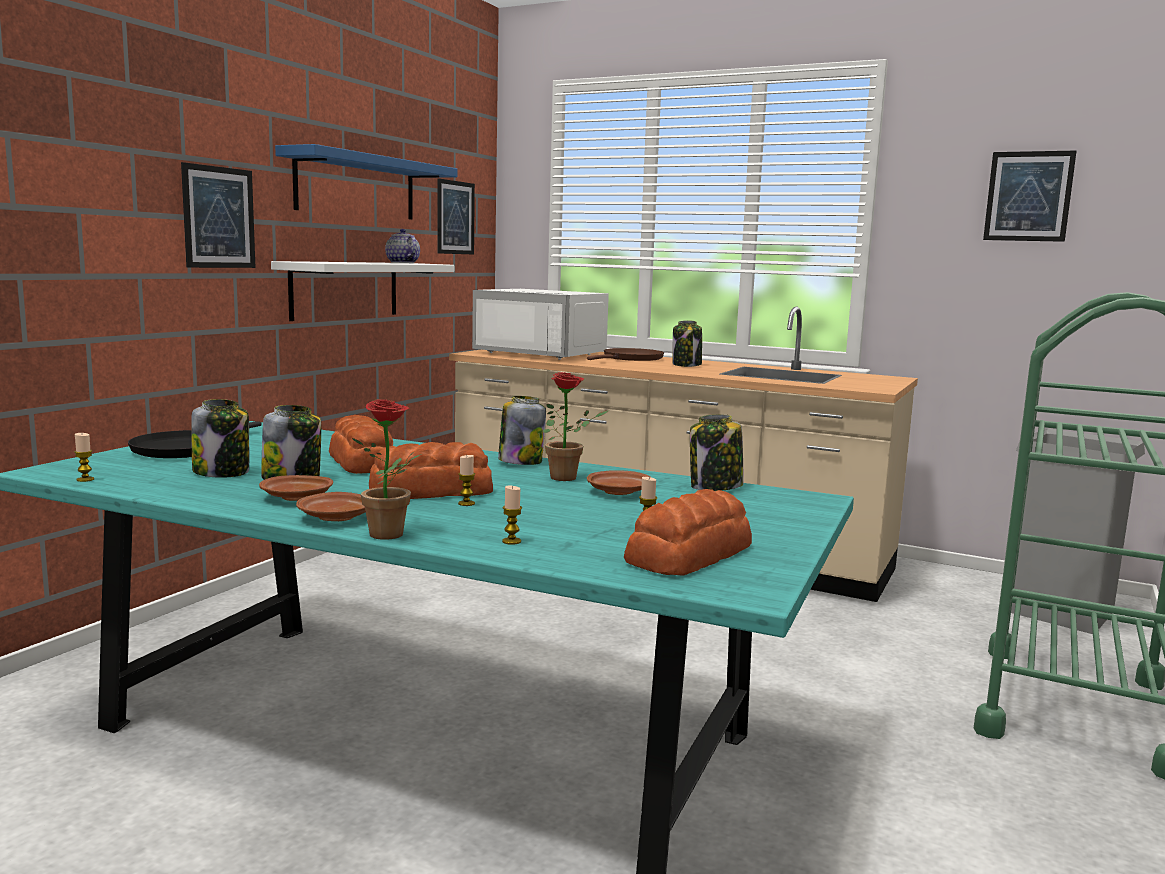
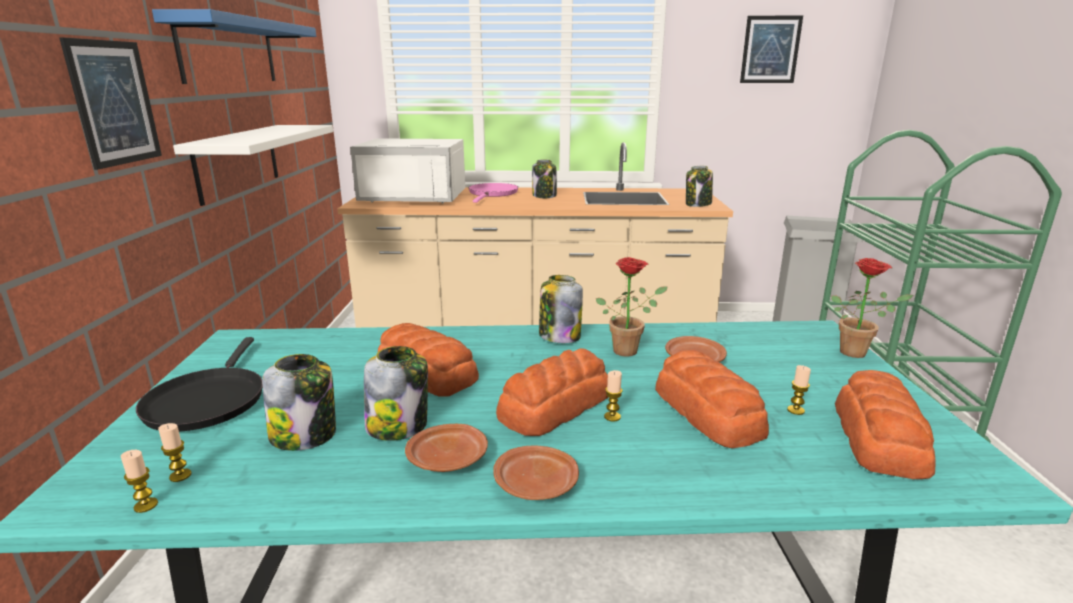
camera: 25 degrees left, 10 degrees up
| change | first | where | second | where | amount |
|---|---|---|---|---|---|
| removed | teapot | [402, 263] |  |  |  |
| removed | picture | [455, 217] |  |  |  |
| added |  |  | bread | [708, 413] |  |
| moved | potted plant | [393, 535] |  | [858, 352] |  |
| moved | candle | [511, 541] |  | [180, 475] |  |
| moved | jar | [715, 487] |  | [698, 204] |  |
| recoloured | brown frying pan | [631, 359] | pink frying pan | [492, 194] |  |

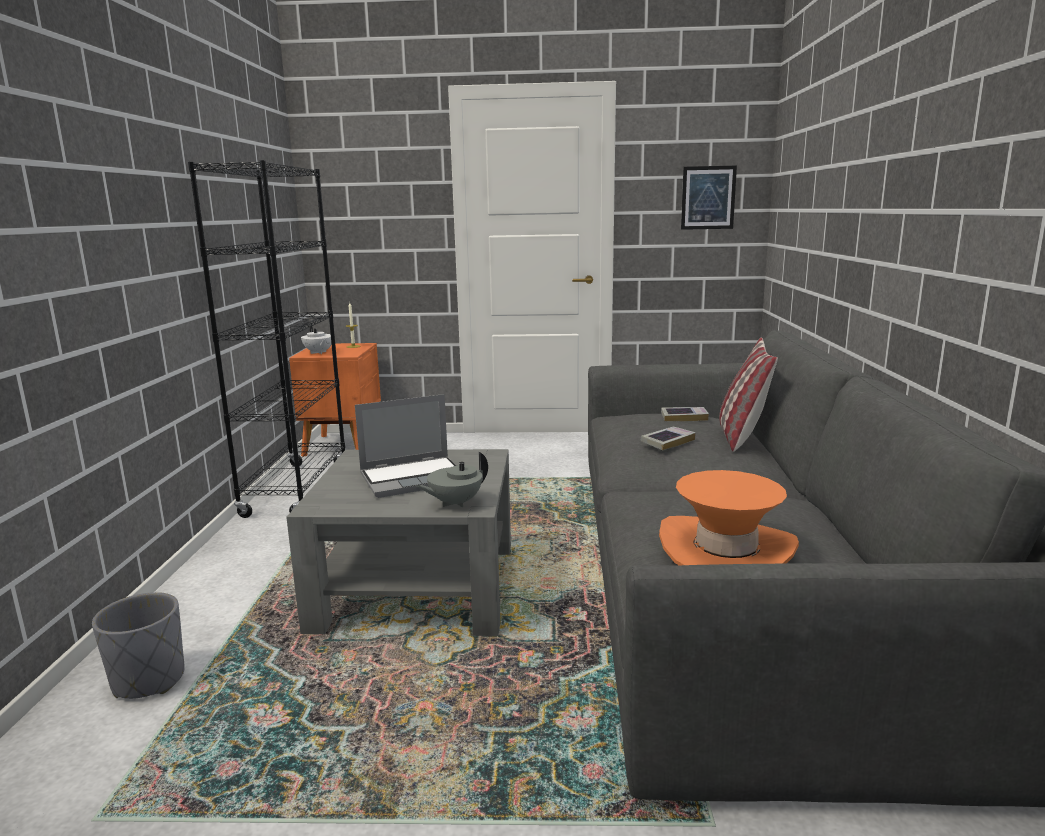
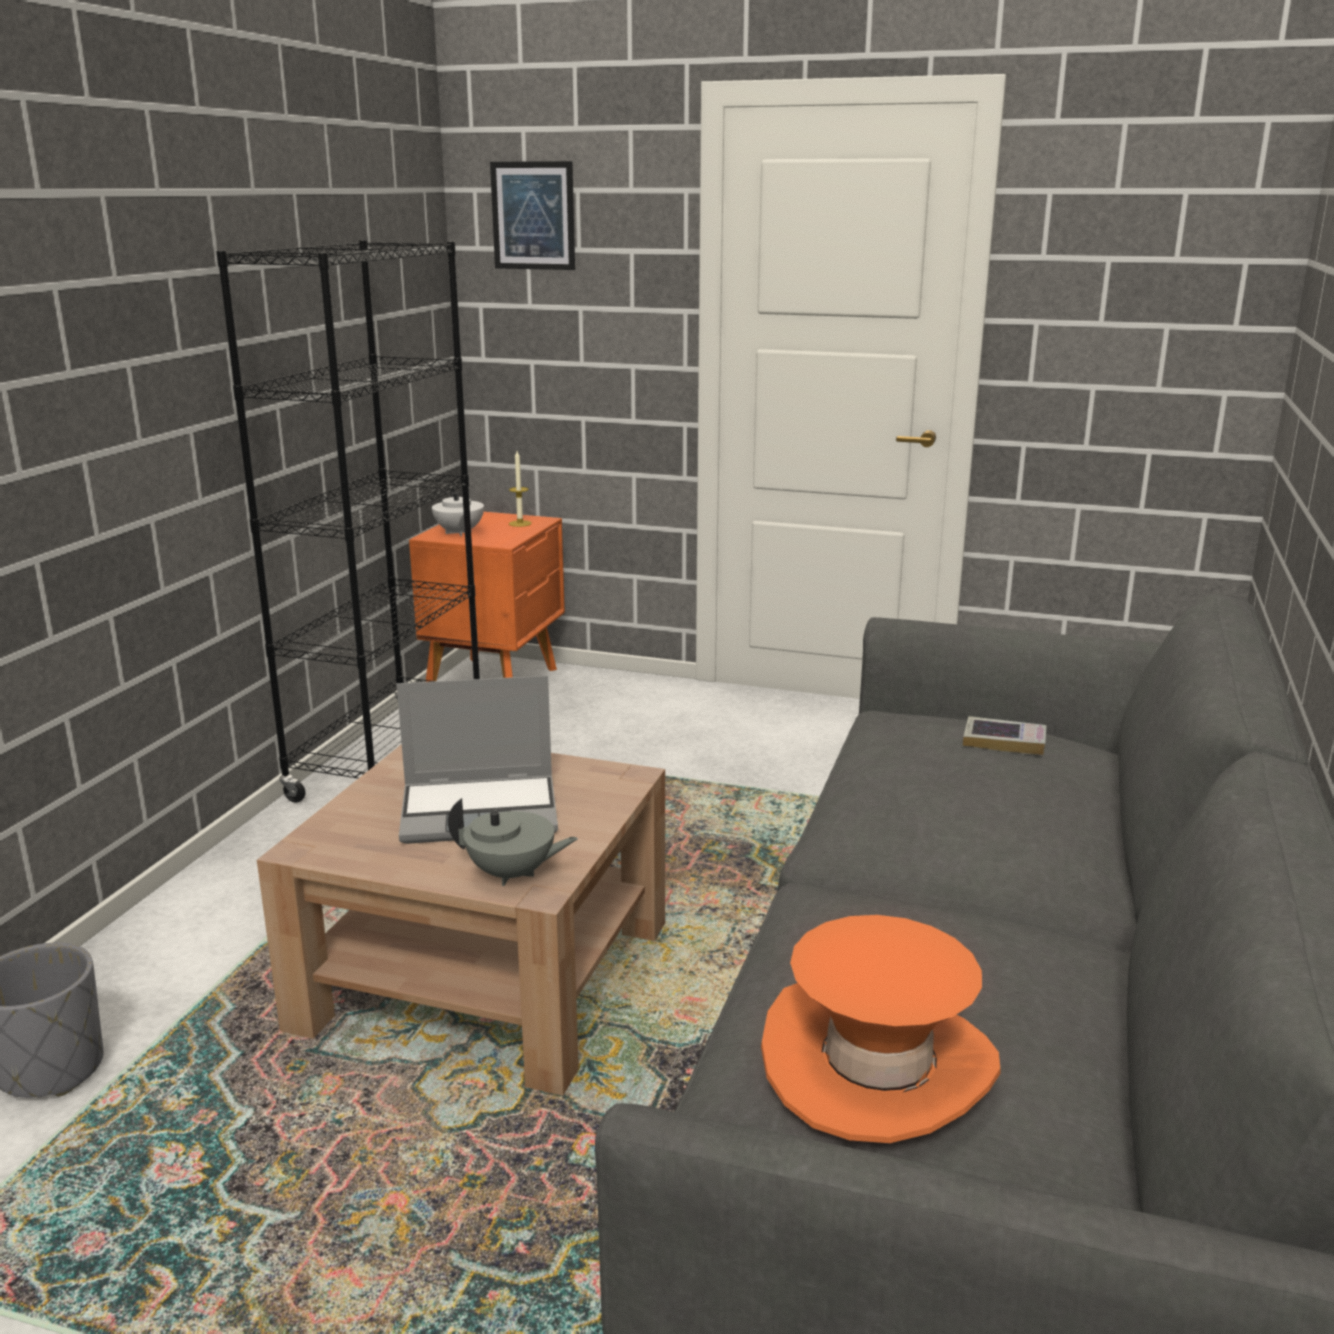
camera: 15 degrees right, 5 degrees up
| change | first | where | second | where | amount |
|---|---|---|---|---|---|
| removed | book | [667, 442] |  |  |  |
| removed | pillow | [741, 436] |  |  |  |
| moved | picture | [708, 198] |  | [533, 216] |  |
| recoloured | grey coffee table | [417, 585] | brown coffee table | [485, 974] |  |
| turned | grey teapot | [454, 503] |  | [512, 874] | 150 degrees counterclockwise |

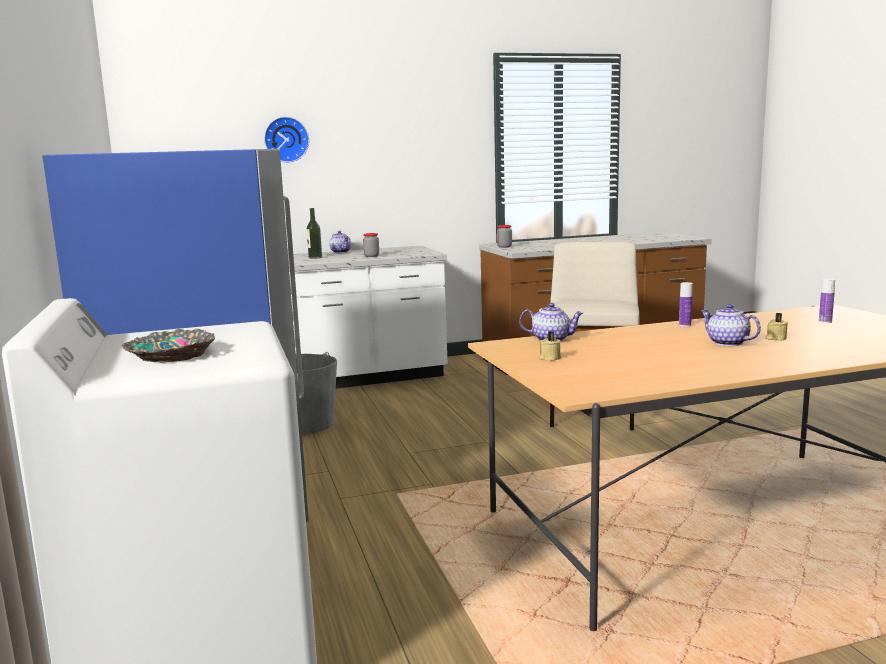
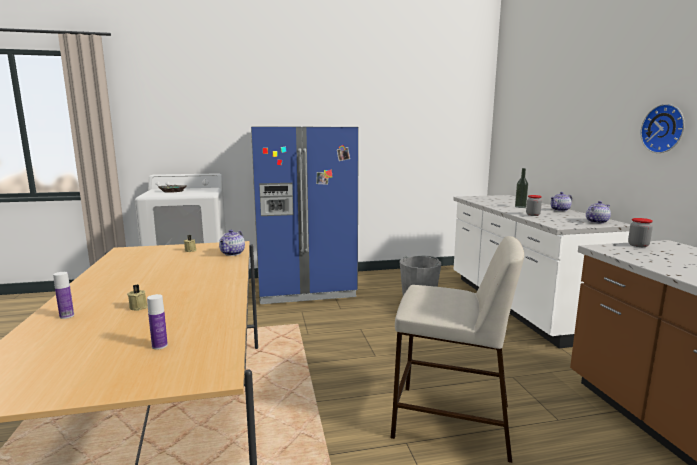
camera: 95 degrees right, 0 degrees up
| change | first | where | second | where | amount |
|---|---|---|---|---|---|
| moved | wall clock | [286, 139] |  | [664, 128] |  |
| moved | bottle | [684, 325] |  | [67, 316] |  |
| moved | teapot | [726, 343] |  | [596, 222] |  |

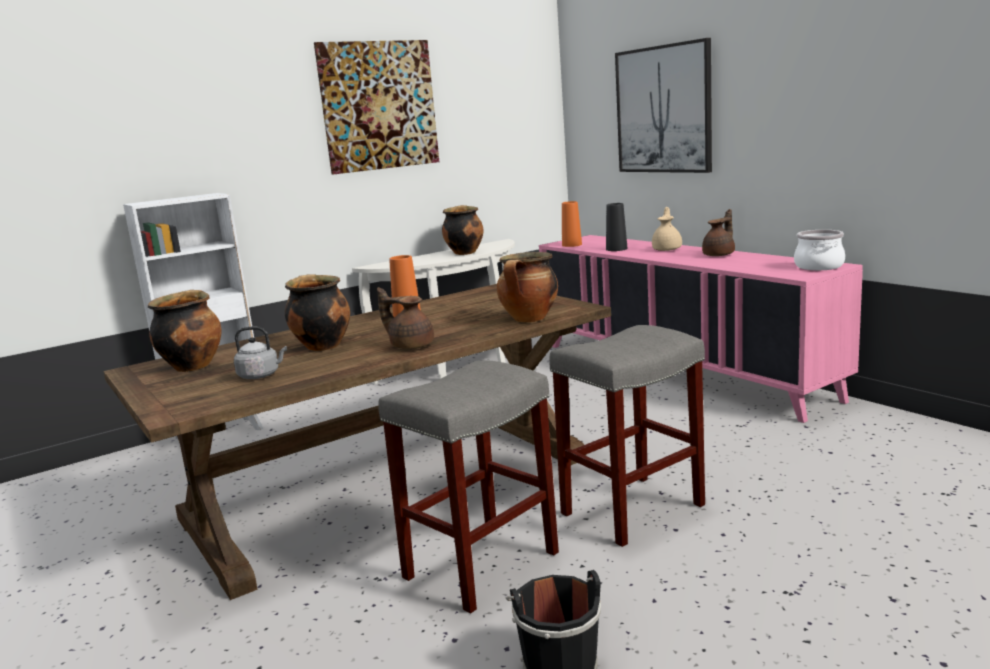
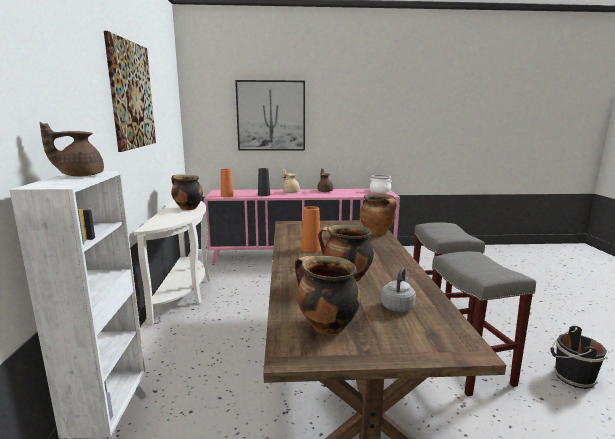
camera: 60 degrees left, 0 degrees up
| change | first | where | second | where | amount |
|---|---|---|---|---|---|
| moved | brown teapot | [410, 346] |  | [80, 175] |  |

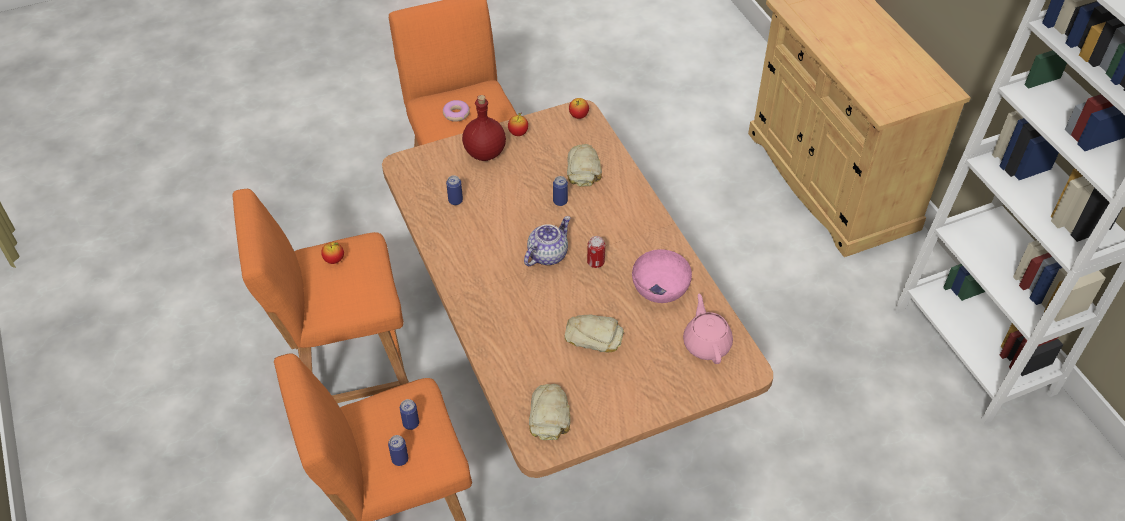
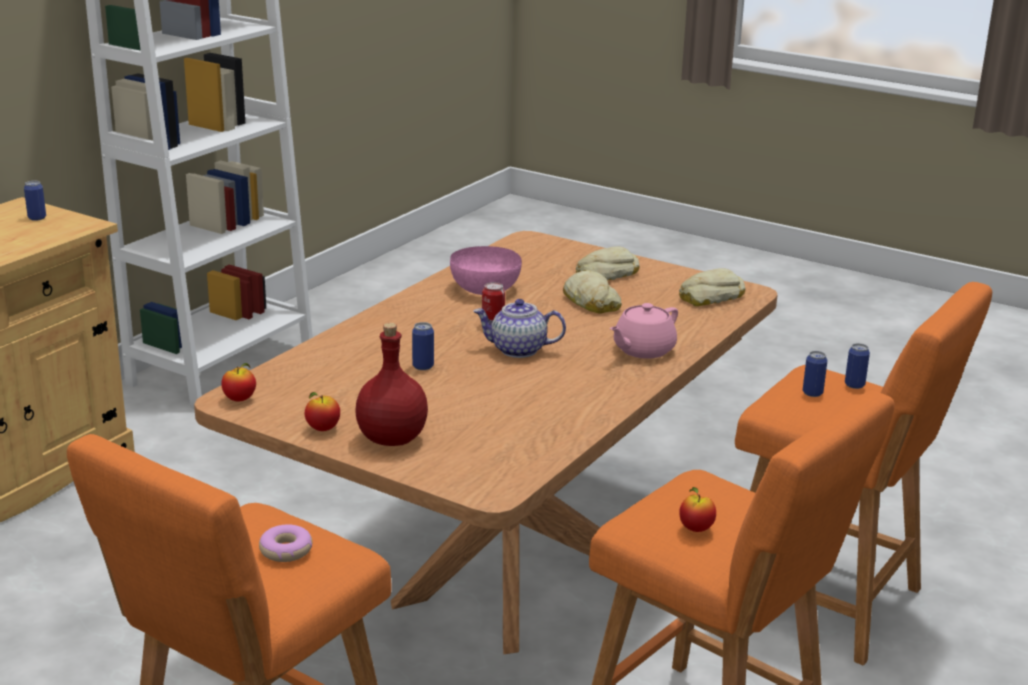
camera: 125 degrees left, 25 degrees down
| change | first | where | second | where | amount |
|---|---|---|---|---|---|
| moved | can | [455, 201] |  | [37, 218] |  |
| moved | bread | [584, 169] |  | [605, 273] |  |
| moved | pink teapot | [706, 343] |  | [642, 350] |  |

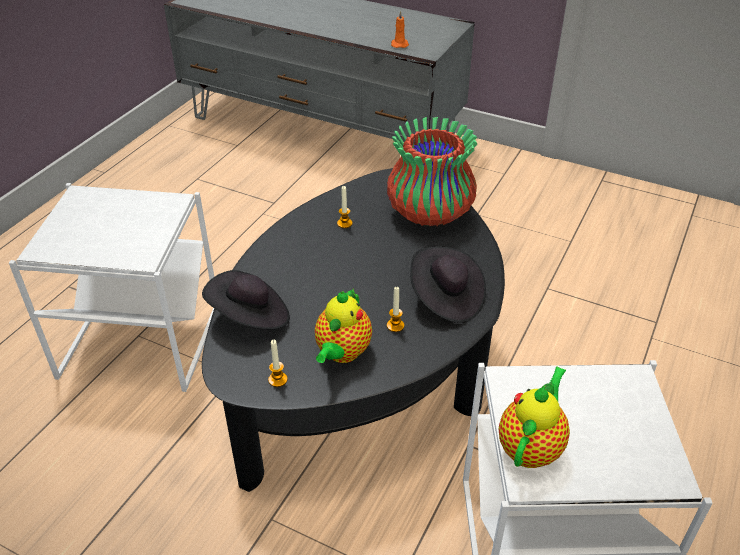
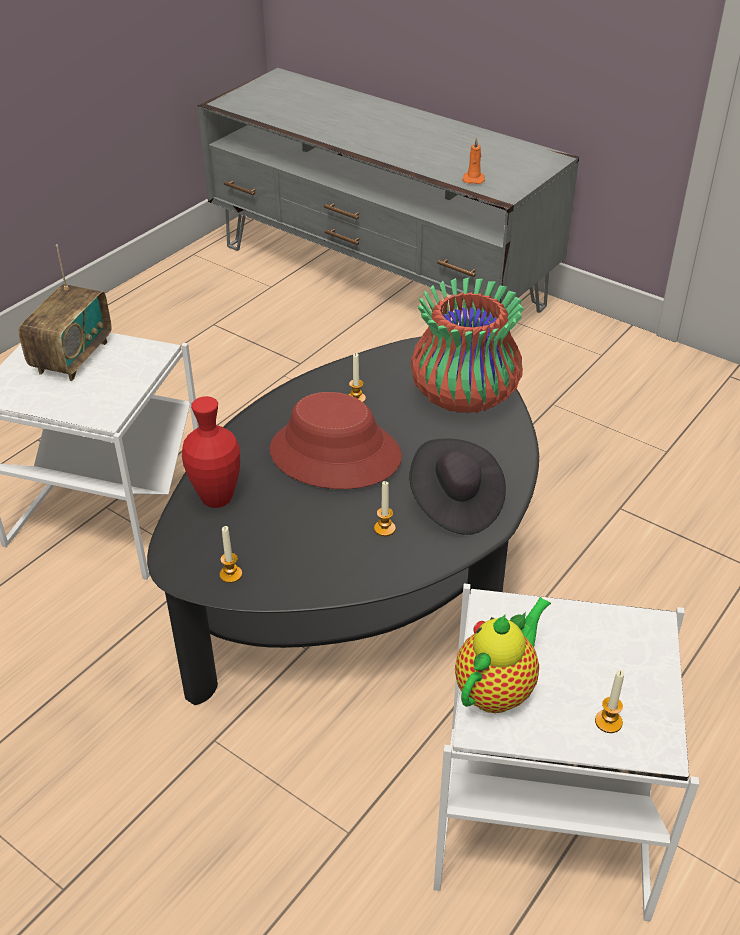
camera: 10 degrees right, 0 degrees up
| change | first | where | second | where | amount |
|---|---|---|---|---|---|
| removed | teapot | [342, 353] |  |  |  |
| added |  |  | radio | [72, 357] |  |
| added |  |  | red hat | [334, 454] |  |
| added |  |  | candle | [608, 722] |  |
| replaced | black hat | [250, 317] | red vase | [217, 499] |  |

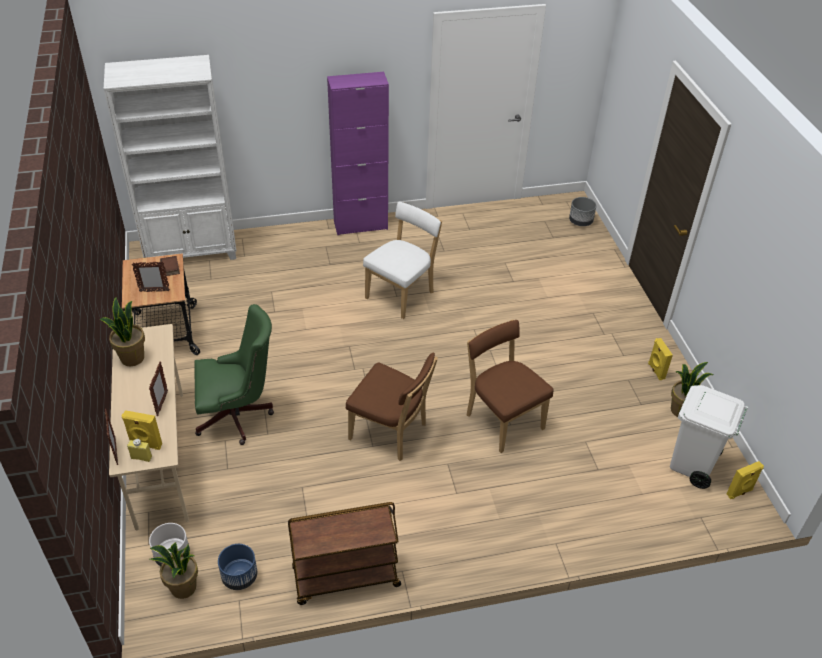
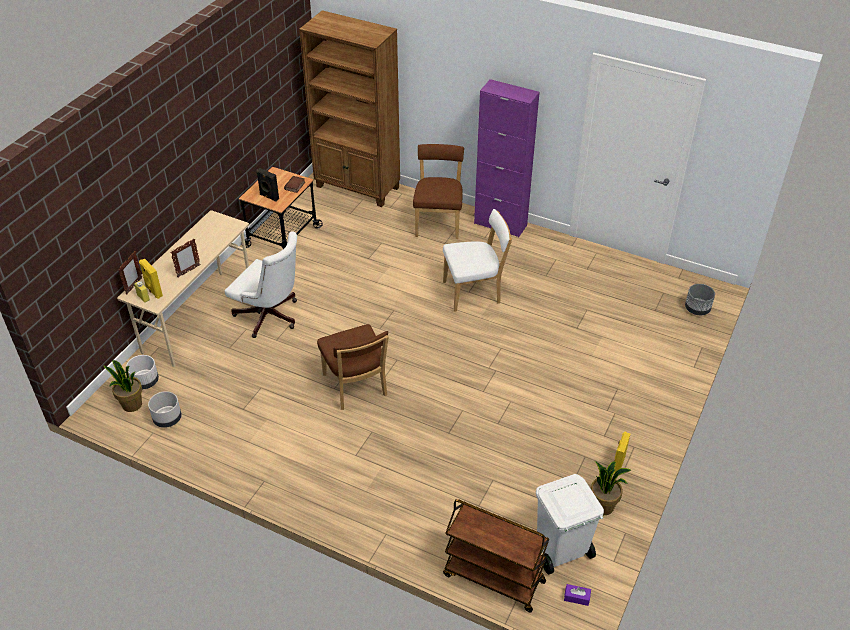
camera: 40 degrees right, 0 degrees up
| change | first | where | second | where | amount |
|---|---|---|---|---|---|
| removed | potted plant | [132, 358] |  |  |  |
| moved | brown cart | [345, 578] |  | [493, 578] |  |
| moved | brown chair | [502, 419] |  | [438, 222] |  |
| replaced | picture frame | [154, 291] | black speaker | [268, 197] |  |
| replaced | yellow speaker | [740, 492] | purple tissue box | [576, 597] |  |
| recoloured | white bookcase | [192, 251] | brown bookcase | [358, 187] |  |
| recoloured | green office chair | [238, 416] | white office chair | [270, 317] |  |
| recoloured | blue planter | [239, 577] | grey planter | [167, 419] |  |

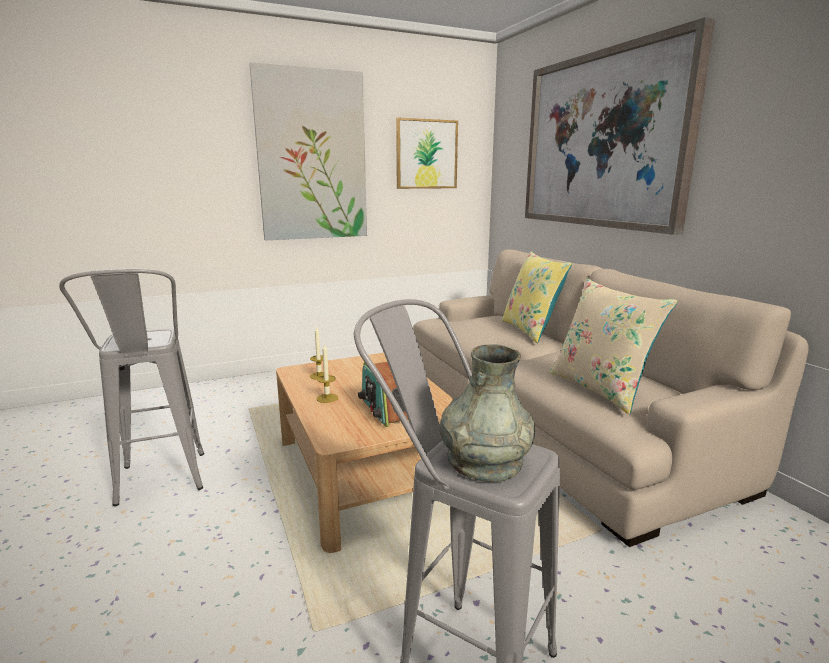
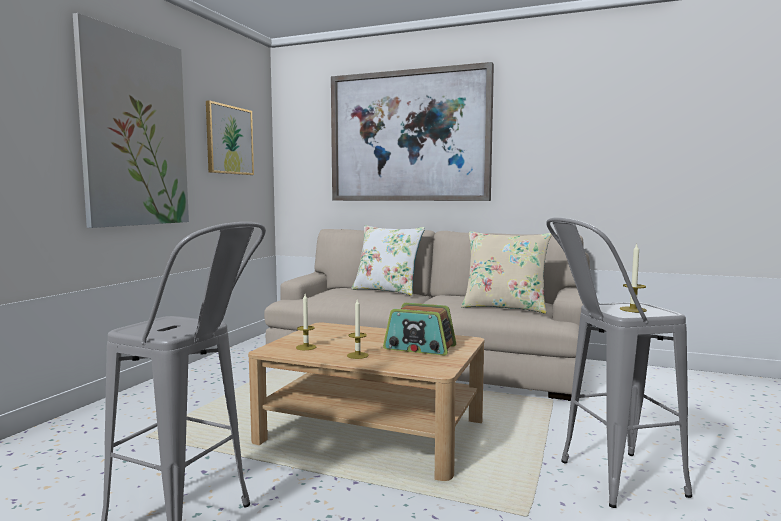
camera: 45 degrees left, 10 degrees down
| change | first | where | second | where | amount |
|---|---|---|---|---|---|
| replaced | grey vase | [484, 460] | candle | [633, 309] |  |
| recoloured | yellow pillow | [531, 330] | white pillow | [387, 290] |  |

